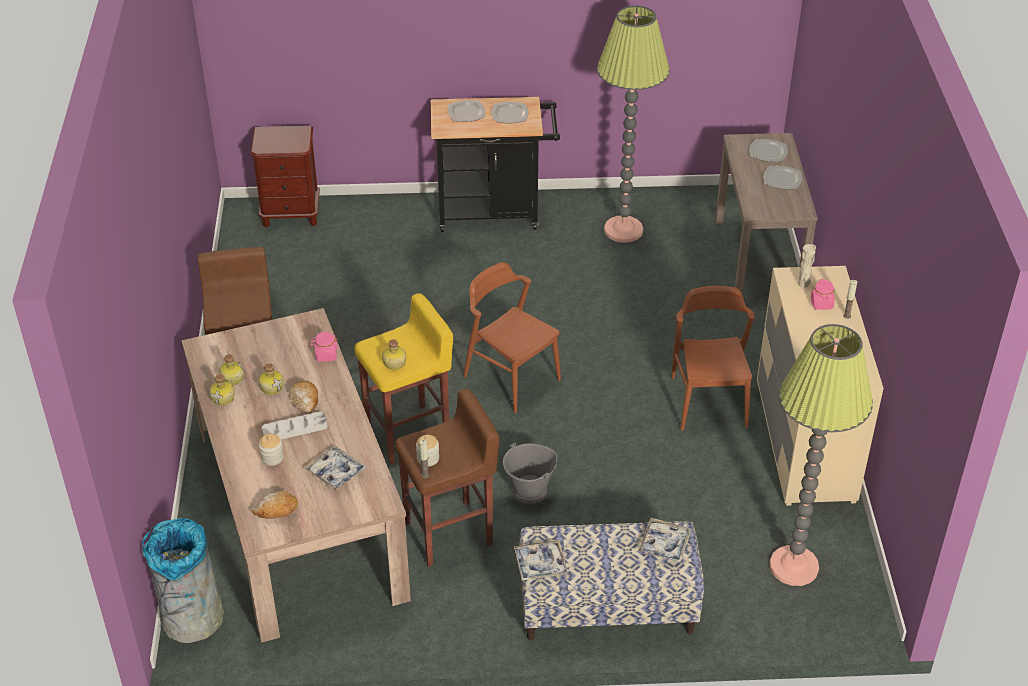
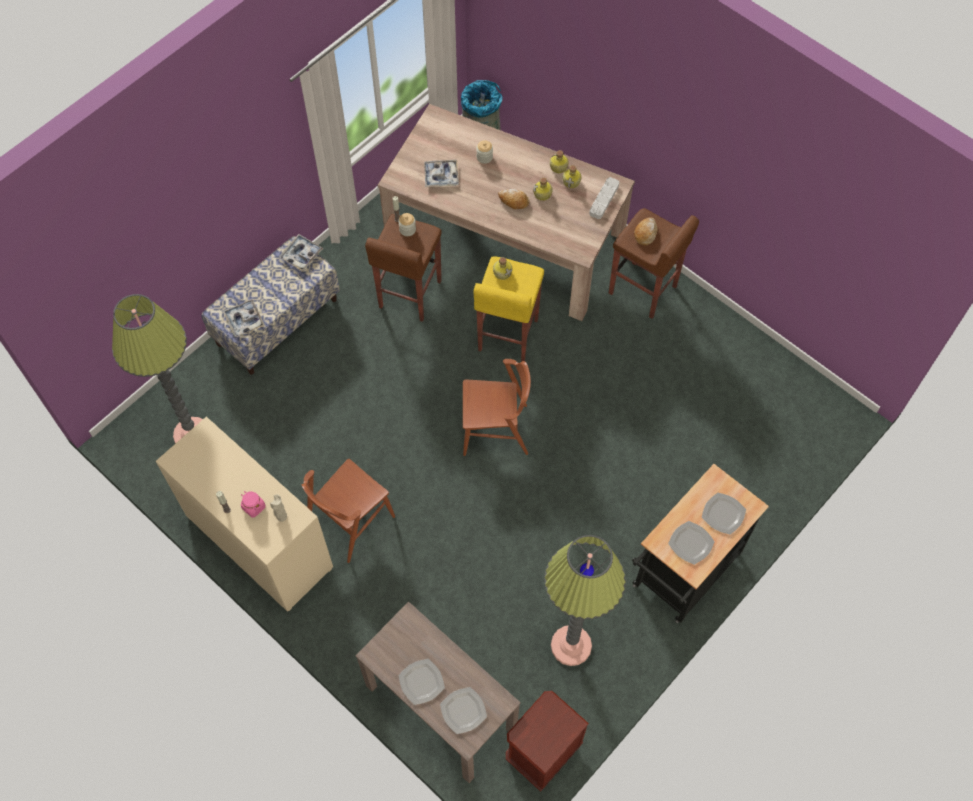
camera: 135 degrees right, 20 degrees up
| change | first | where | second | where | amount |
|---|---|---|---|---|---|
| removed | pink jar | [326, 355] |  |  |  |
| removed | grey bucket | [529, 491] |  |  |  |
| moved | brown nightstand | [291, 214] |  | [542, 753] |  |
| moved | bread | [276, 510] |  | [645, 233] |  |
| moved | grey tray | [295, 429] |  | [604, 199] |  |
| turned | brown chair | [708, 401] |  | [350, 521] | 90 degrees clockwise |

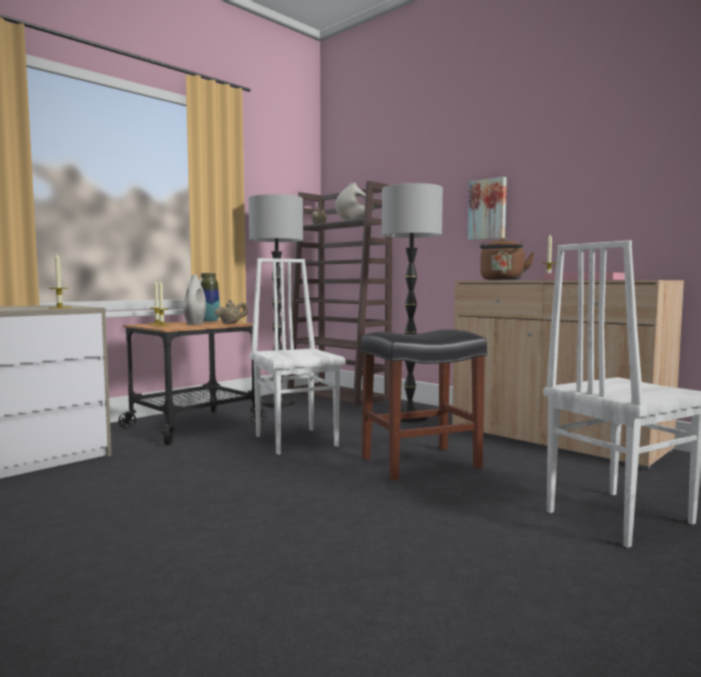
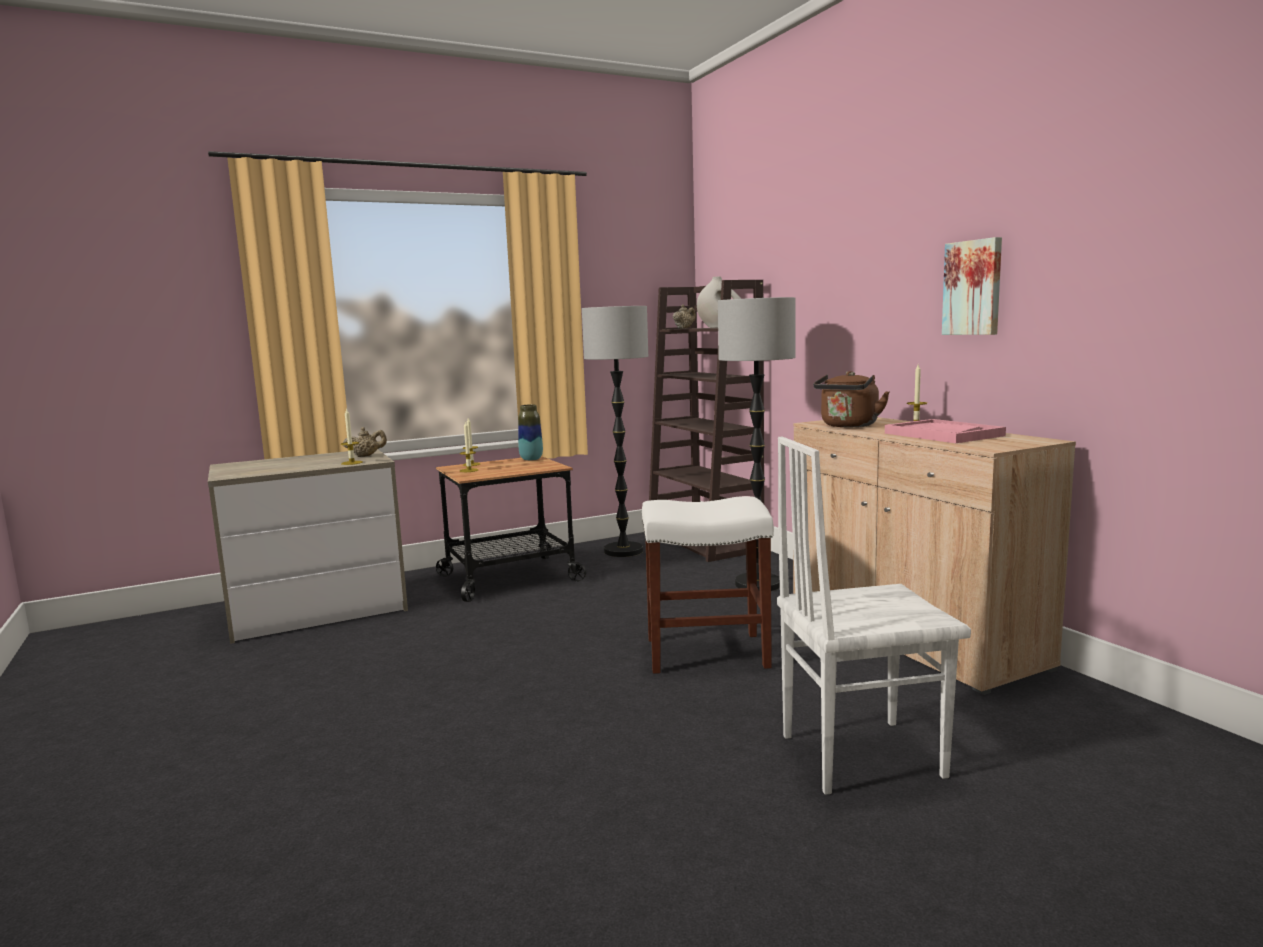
camera: 20 degrees right, 5 degrees up
| change | first | where | second | where | amount |
|---|---|---|---|---|---|
| removed | white vase | [195, 324] |  |  |  |
| removed | white chair | [297, 440] |  |  |  |
| moved | beige teapot | [231, 324] |  | [366, 456] |  |
| moved | picture | [488, 209] |  | [973, 288] |  |
| recoloured | black stool | [421, 462] | white stool | [708, 652] |  |

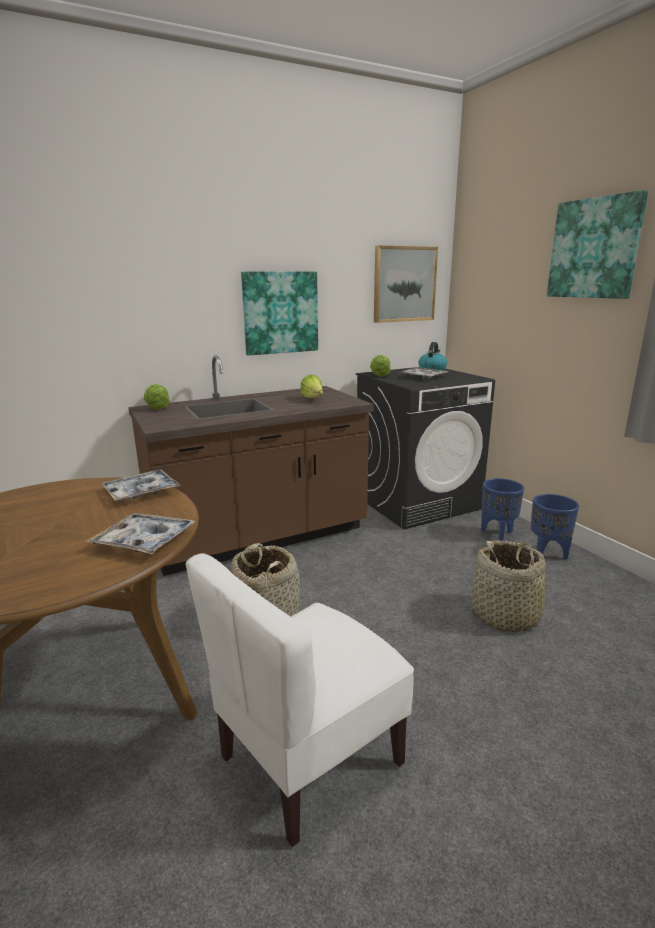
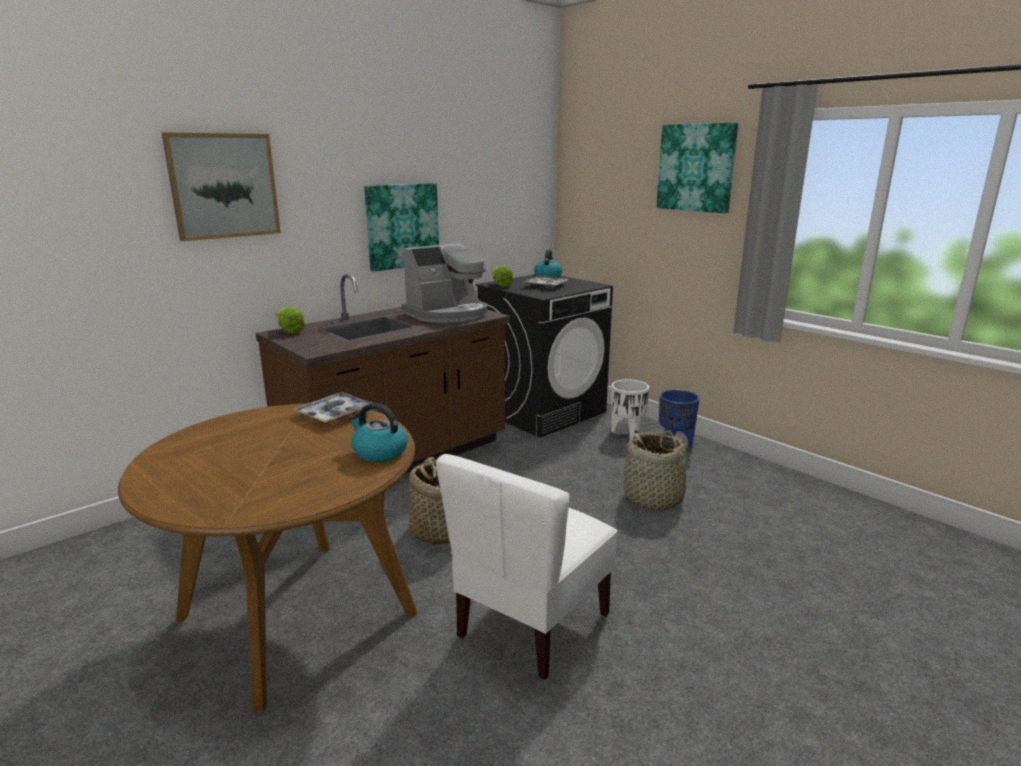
camera: 15 degrees left, 0 degrees up
| change | first | where | second | where | amount |
|---|---|---|---|---|---|
| moved | picture | [404, 284] |  | [223, 186] |  |
| replaced | tray | [144, 541] | kettle | [379, 452] |  |
| replaced | lettuce | [313, 399] | coffee machine | [447, 314] |  |
| recoloured | blue planter | [498, 535] | white planter | [627, 433] |  |

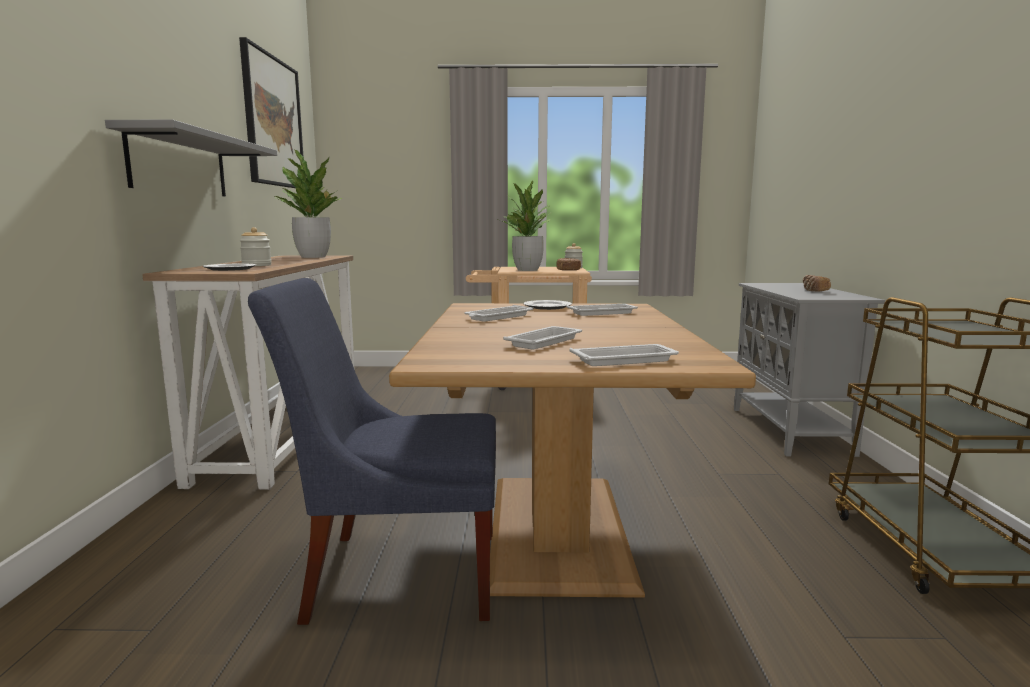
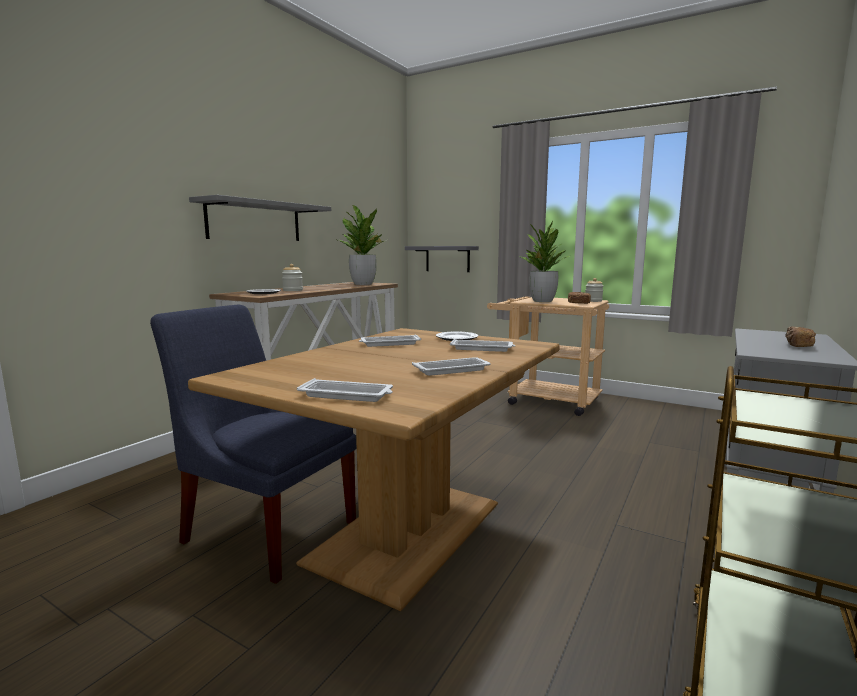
camera: 30 degrees right, 0 degrees up
| change | first | where | second | where | amount |
|---|---|---|---|---|---|
| removed | picture | [273, 122] |  |  |  |
| added |  |  | grey shelf | [447, 259] |  |
| moved | white tray | [545, 342] |  | [452, 370] |  |

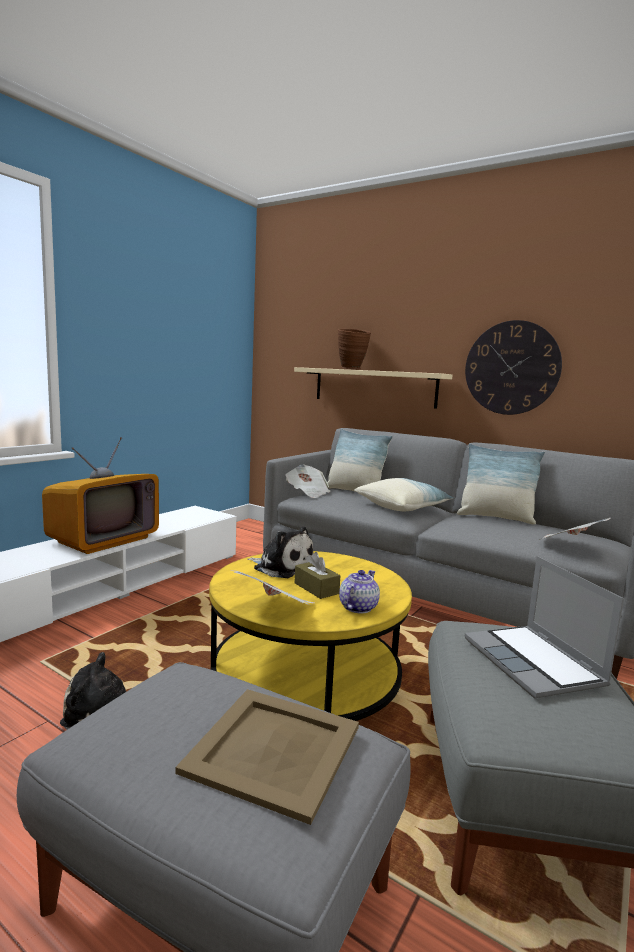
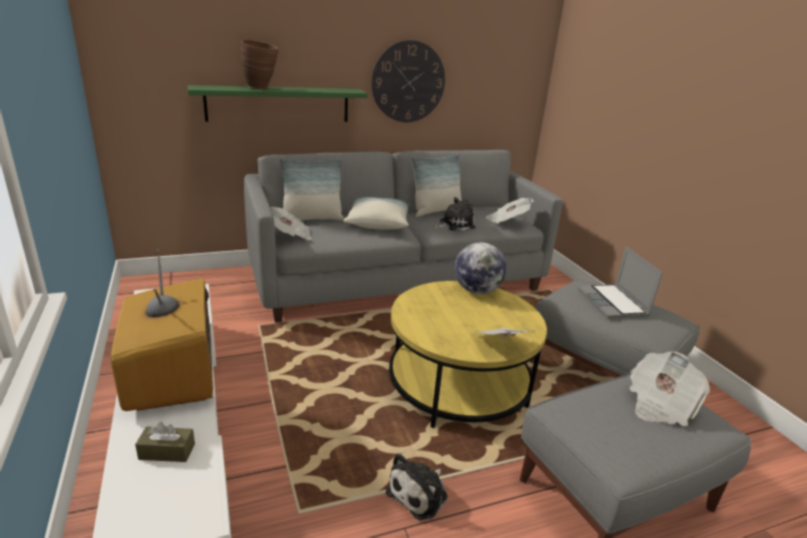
camera: 55 degrees left, 15 degrees up
| change | first | where | second | where | amount |
|---|---|---|---|---|---|
| removed | teapot | [357, 607] |  |  |  |
| added |  |  | globe | [476, 291] |  |
| moved | plush toy | [281, 567] |  | [454, 224] |  |
| moved | brown tissue box | [316, 588] |  | [167, 451] |  |
| replaced | beige tray | [271, 749] | newspaper | [659, 404] |  |
| recoloured | beige shelf | [374, 387] | green shelf | [278, 104] |  |
| turned | laptop | [534, 663] |  | [613, 303] | 60 degrees clockwise |

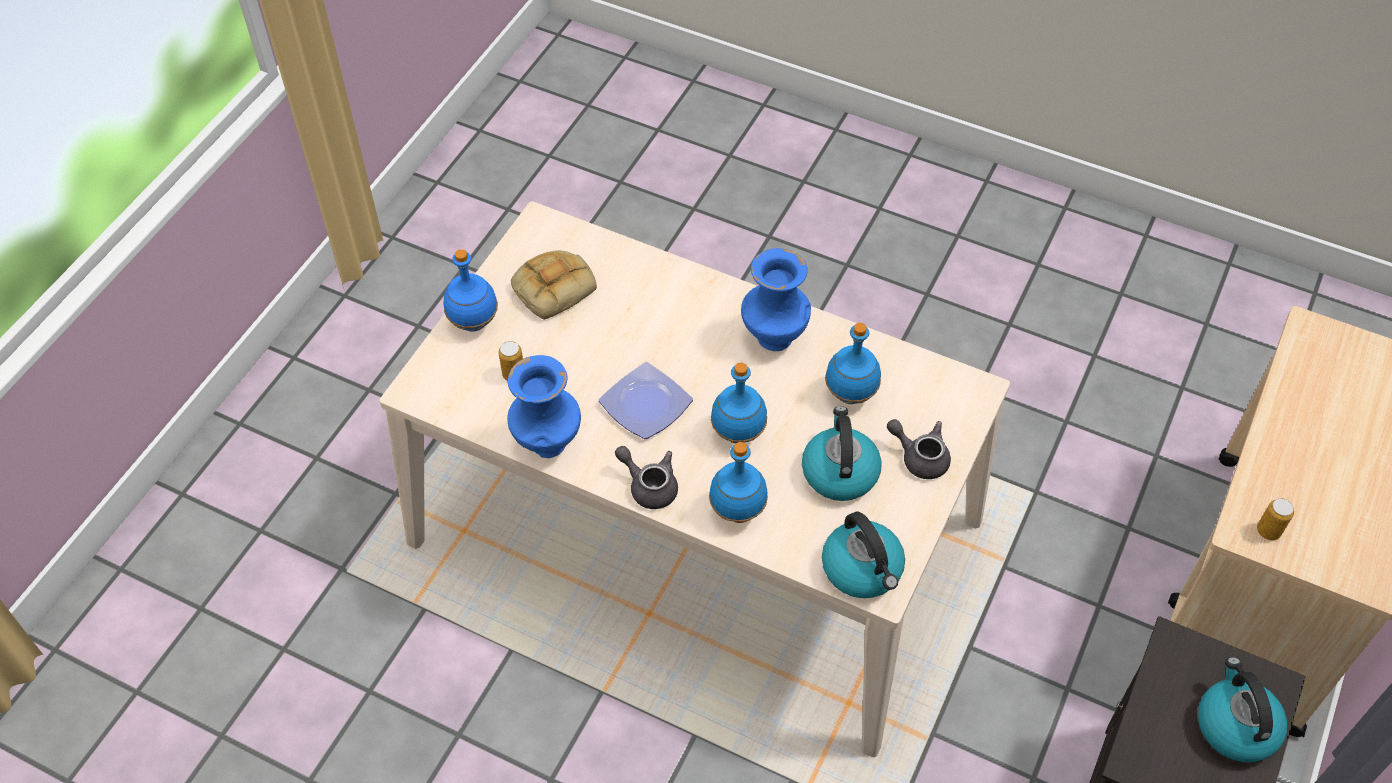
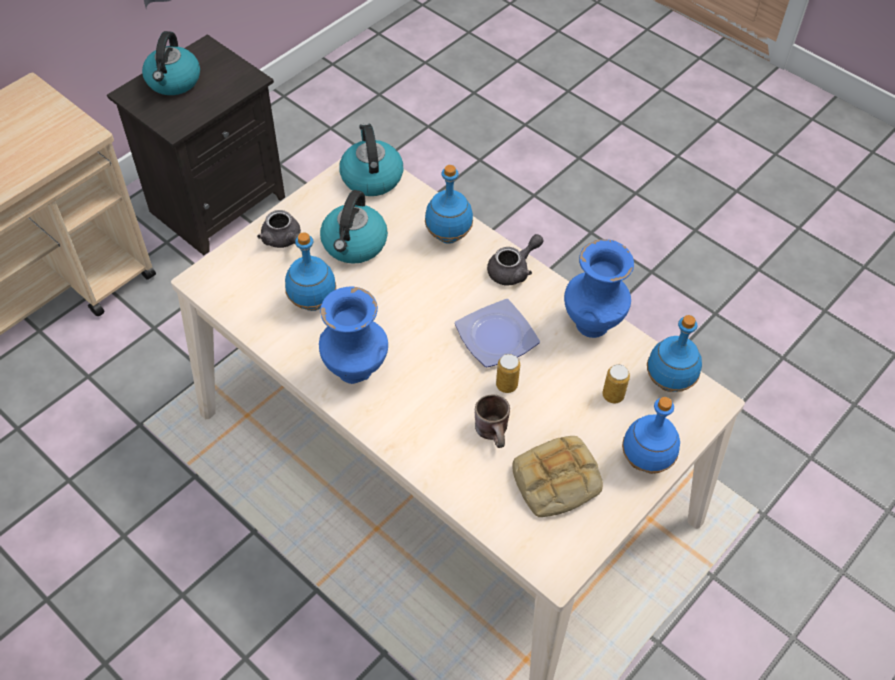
camera: 165 degrees left, 0 degrees up
| change | first | where | second | where | amount |
|---|---|---|---|---|---|
| added |  |  | brown mug | [495, 432] |  |
| moved | blue bottle | [739, 433] |  | [668, 382] |  |
| moved | can | [1268, 531] |  | [506, 385] |  |
| turned | grey teapot | [649, 486] |  | [513, 270] | 90 degrees counterclockwise |

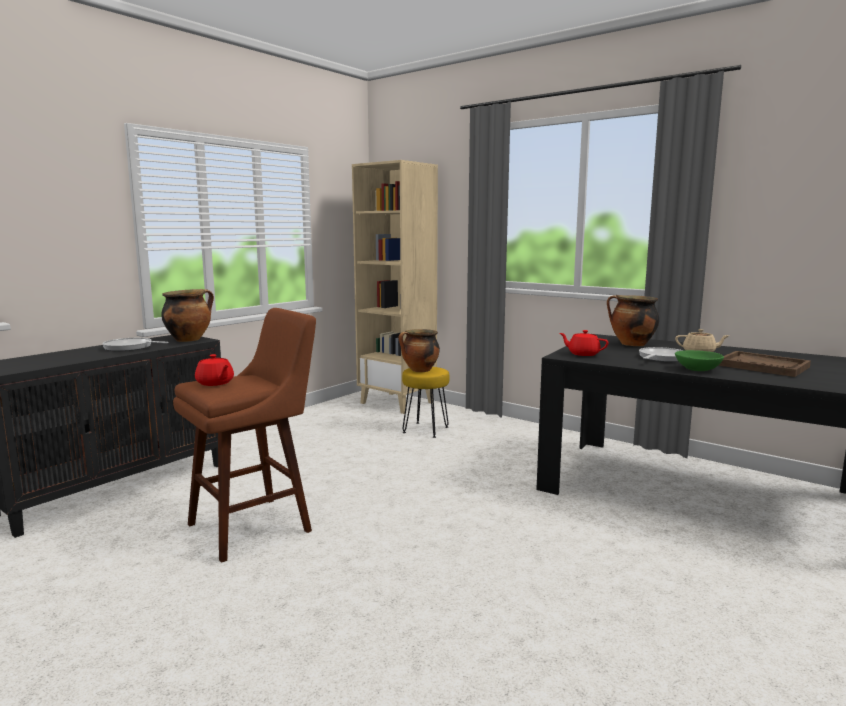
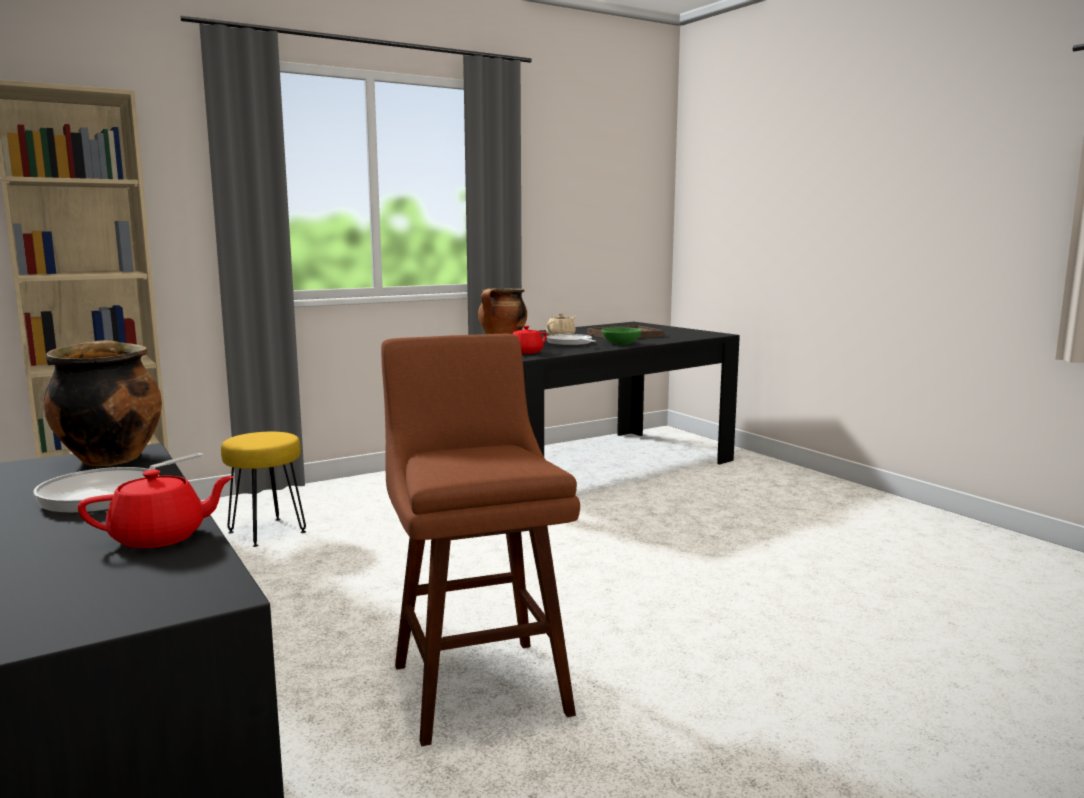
camera: 70 degrees left, 0 degrees up
| change | first | where | second | where | amount |
|---|---|---|---|---|---|
| removed | cooking pot | [419, 370] |  |  |  |
| moved | red teapot | [215, 383] |  | [160, 537] |  |

